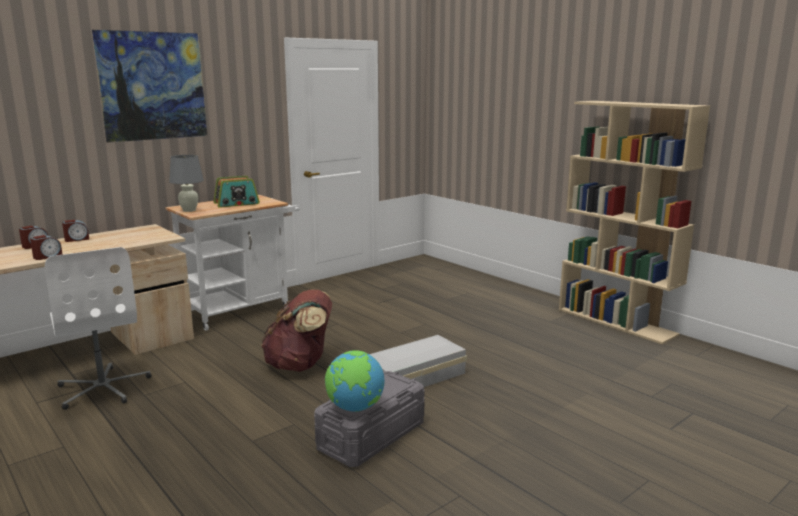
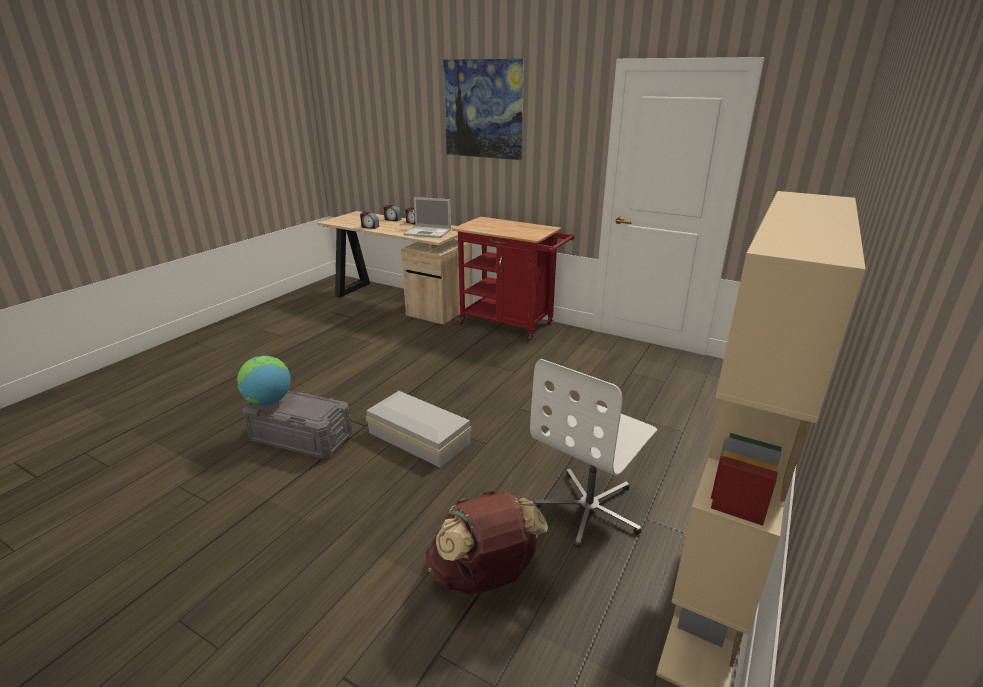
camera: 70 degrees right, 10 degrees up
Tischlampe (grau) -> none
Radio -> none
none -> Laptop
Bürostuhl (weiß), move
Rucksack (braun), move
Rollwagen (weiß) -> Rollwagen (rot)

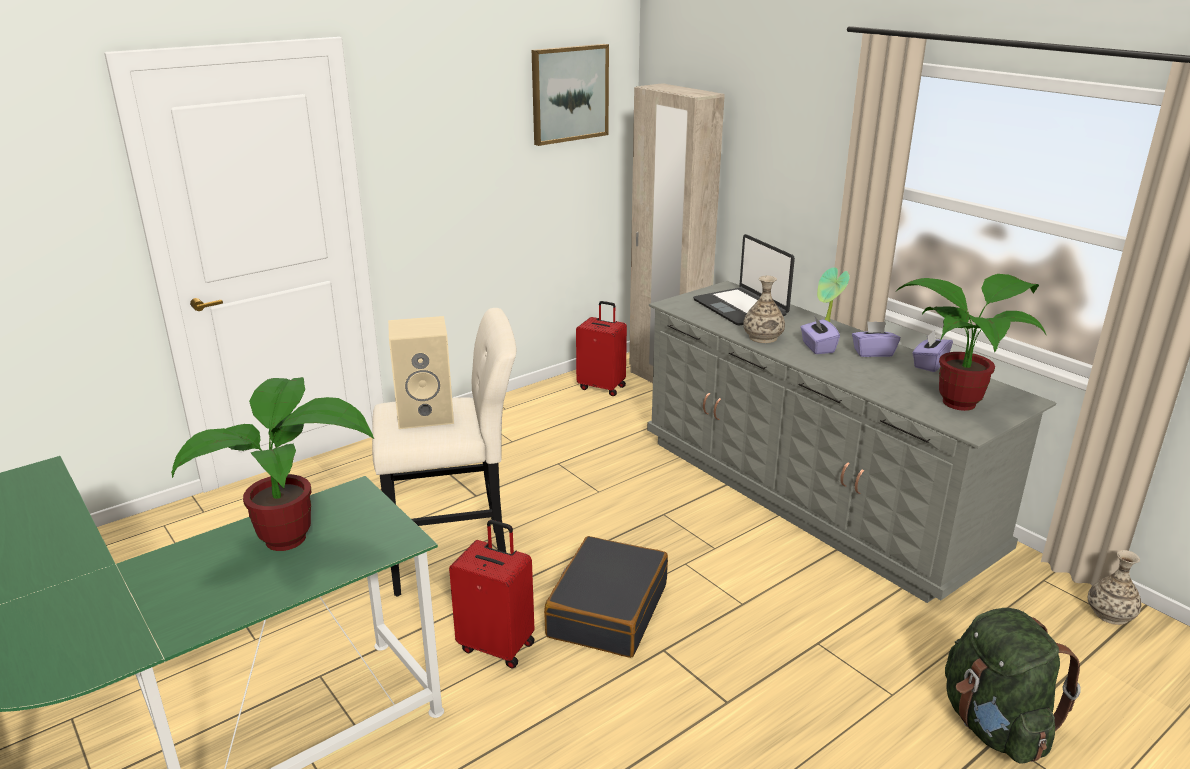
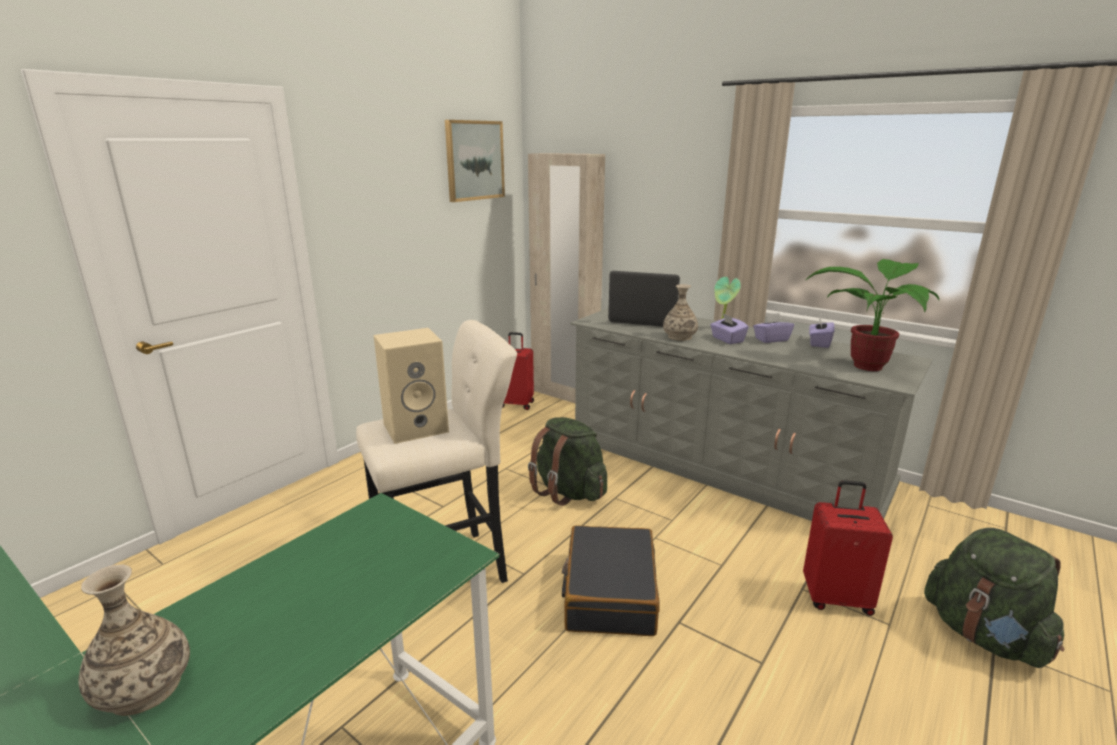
camera: 15 degrees left, 5 degrees down
Topfpflanze (1st from left) -> none
none -> Rucksack (grün) (1st from left)
Koffer (rot) (1st from left in the first image) -> Koffer (rot) (2nd from left), move
Vase (2nd from left in the first image) -> Vase (1st from left), move
Laptop, 150 degrees clockwise

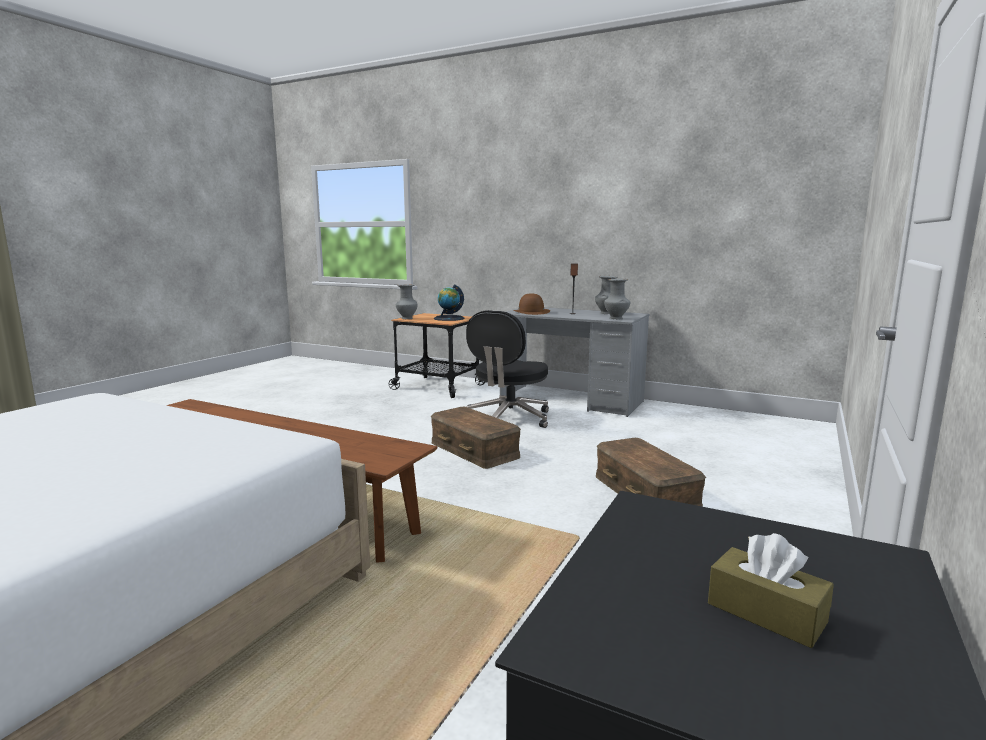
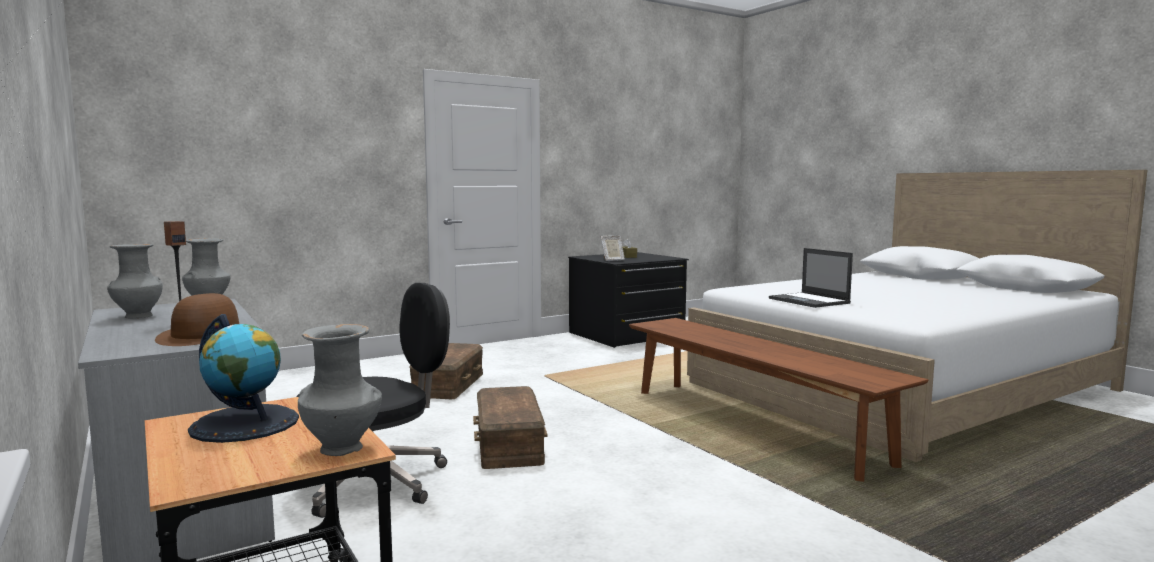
camera: 150 degrees left, 5 degrees down
none -> Bilderrahmen
none -> Laptop

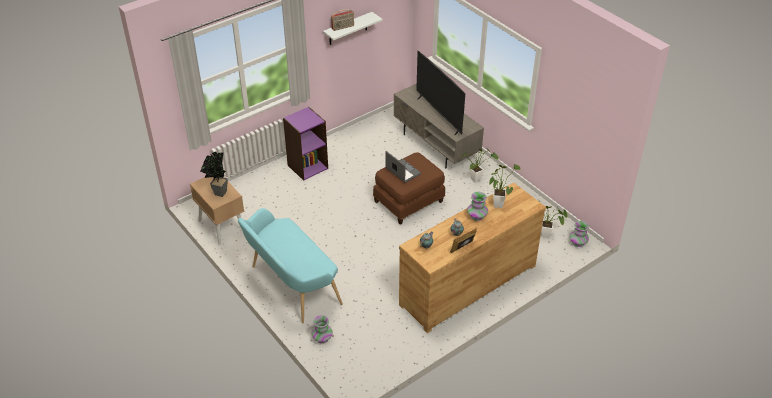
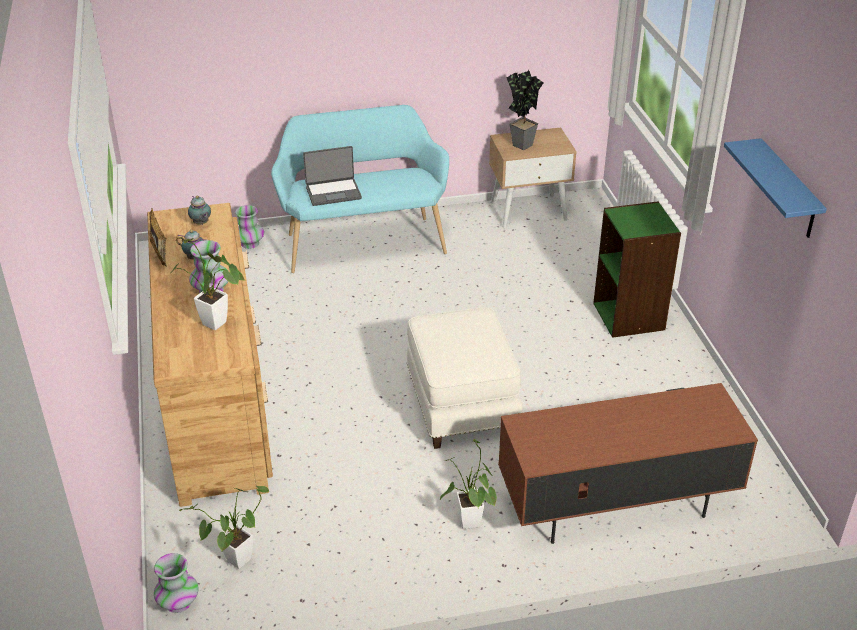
camera: 115 degrees right, 5 degrees down
Radio -> none
Fernseher -> none
Laptop, move
Bücherregal (lila) -> Bücherregal (grün)
Wandregal (weiß) -> Wandregal (blau)
Polsterhocker (braun) -> Polsterhocker (weiß)
Fernsehschrank (grau) -> Fernsehschrank (braun)

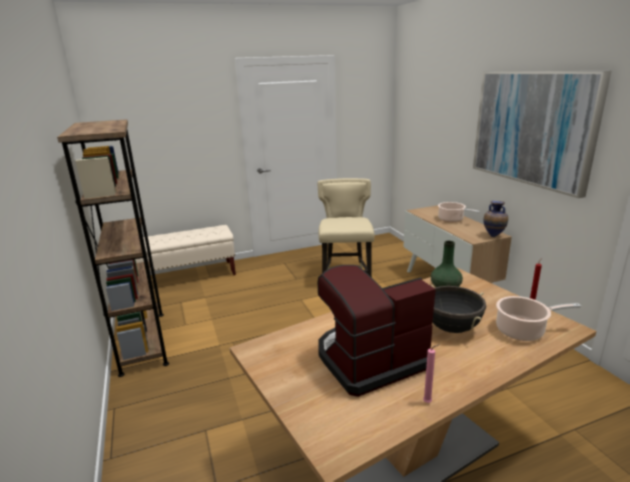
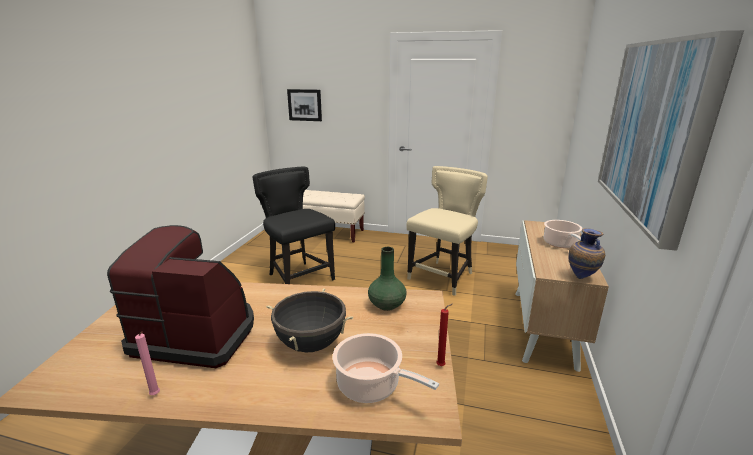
camera: 35 degrees right, 0 degrees up
Bücherregal (braun) -> none
none -> Stuhl (schwarz)
none -> Bild (1st from left)

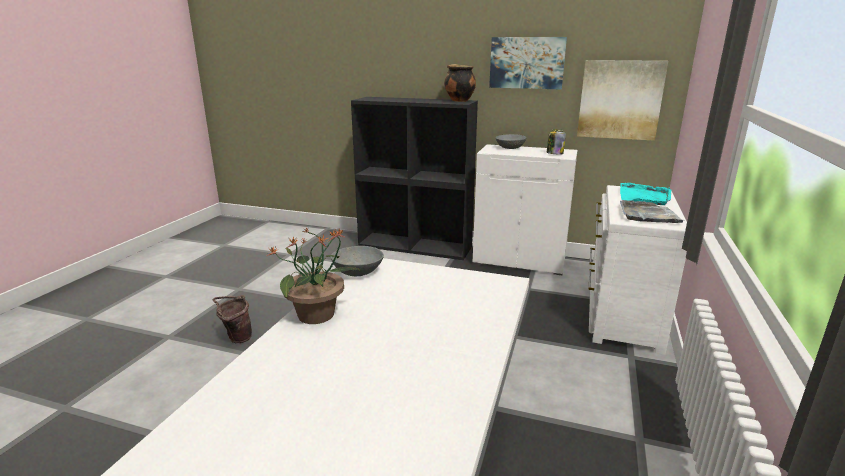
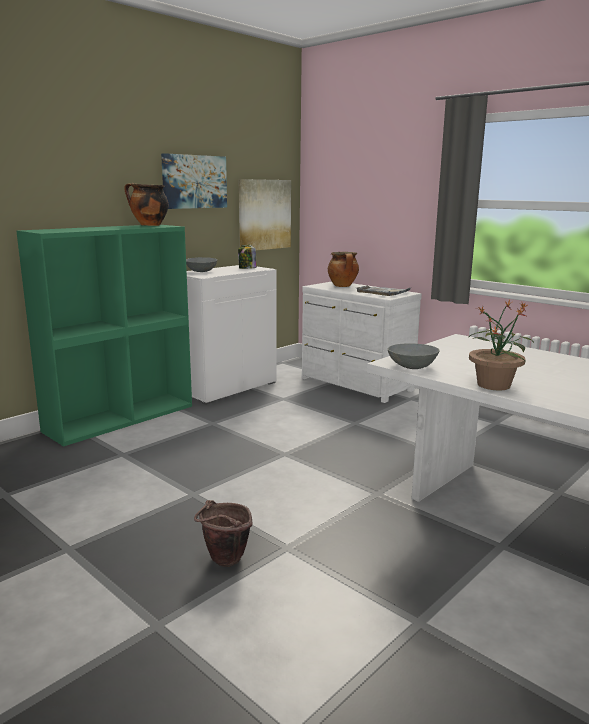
camera: 65 degrees left, 5 degrees down
Tablett (türkis) -> Kochtopf (2nd from left)
Bücherregal (schwarz) -> Bücherregal (grün)

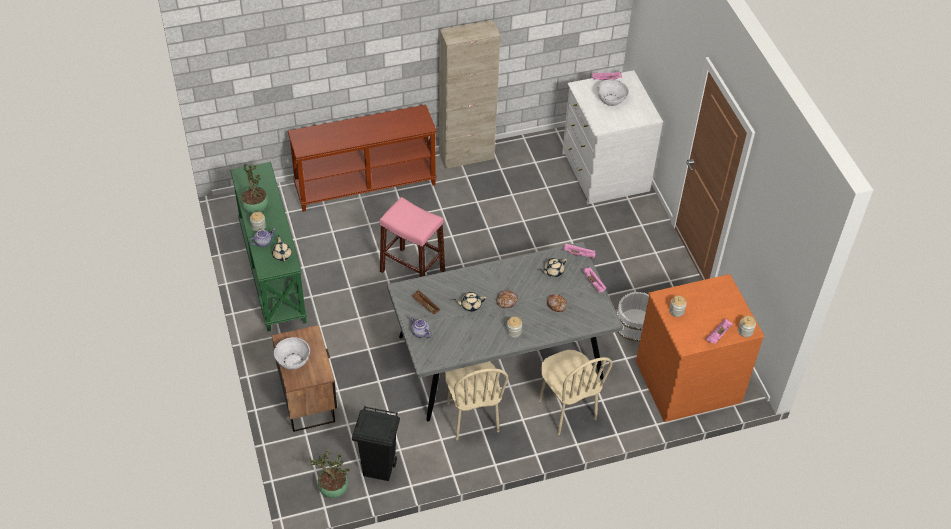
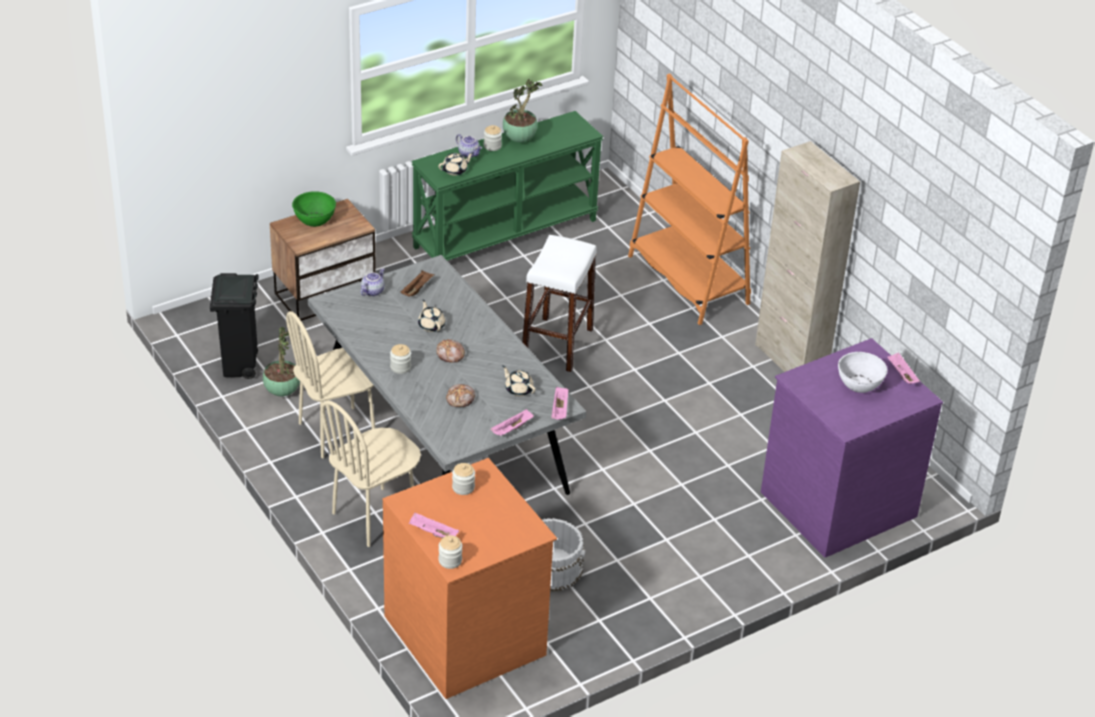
camera: 75 degrees right, 10 degrees down
Topfpflanze (2nd from left in the first image) -> Topfpflanze (1st from left), move
Konsolentisch (braun) -> Bücherregal (orange)
Schüssel (weiß) (1st from left) -> Schüssel (grün)
Hocker (rosa) -> Hocker (weiß)
Kommode (weiß) -> Kommode (lila)

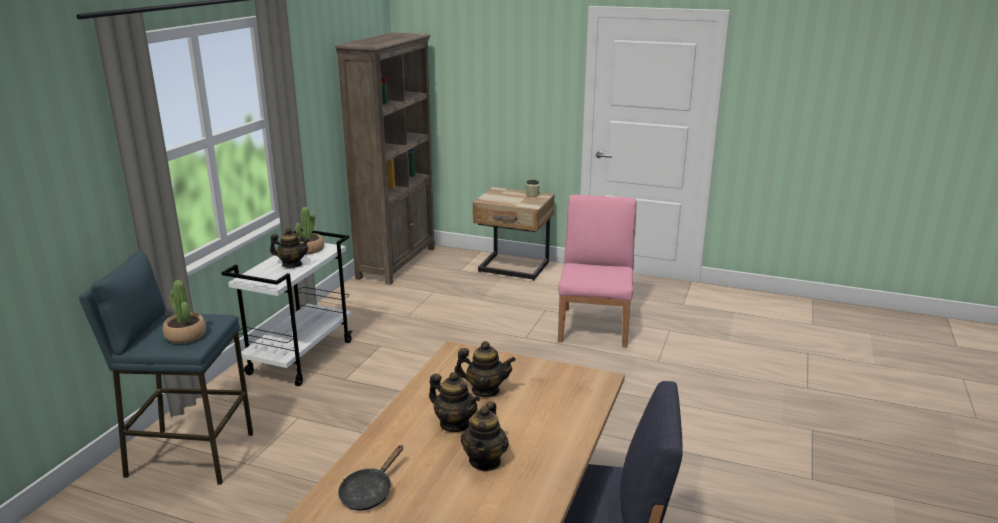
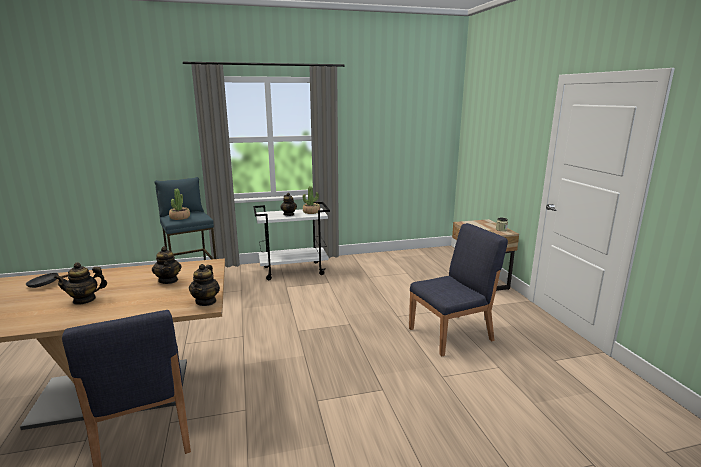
camera: 55 degrees right, 5 degrees down
Bücherregal (braun) -> none
Teekanne (2nd from left in the first image) -> Teekanne (3rd from left), move
Stuhl (rosa) -> Stuhl (blau) (2nd from left)

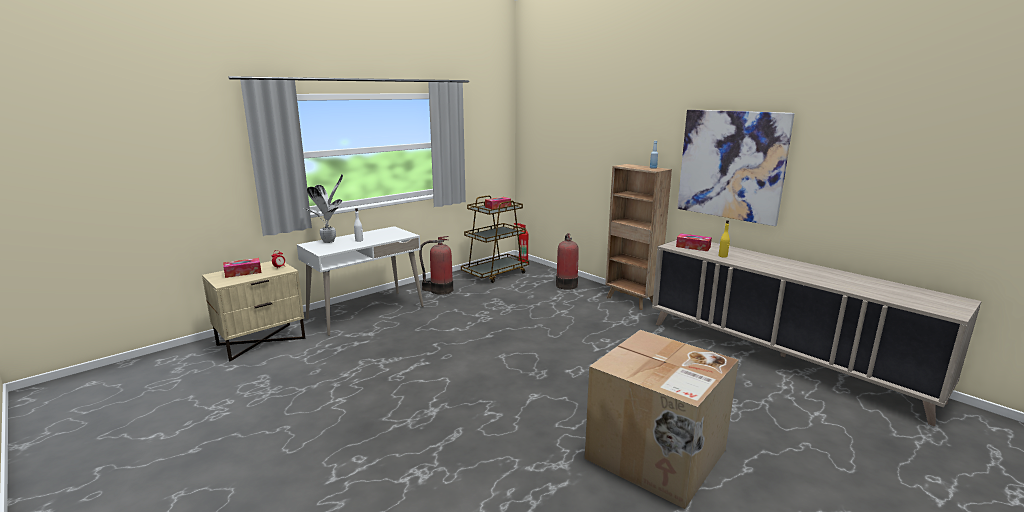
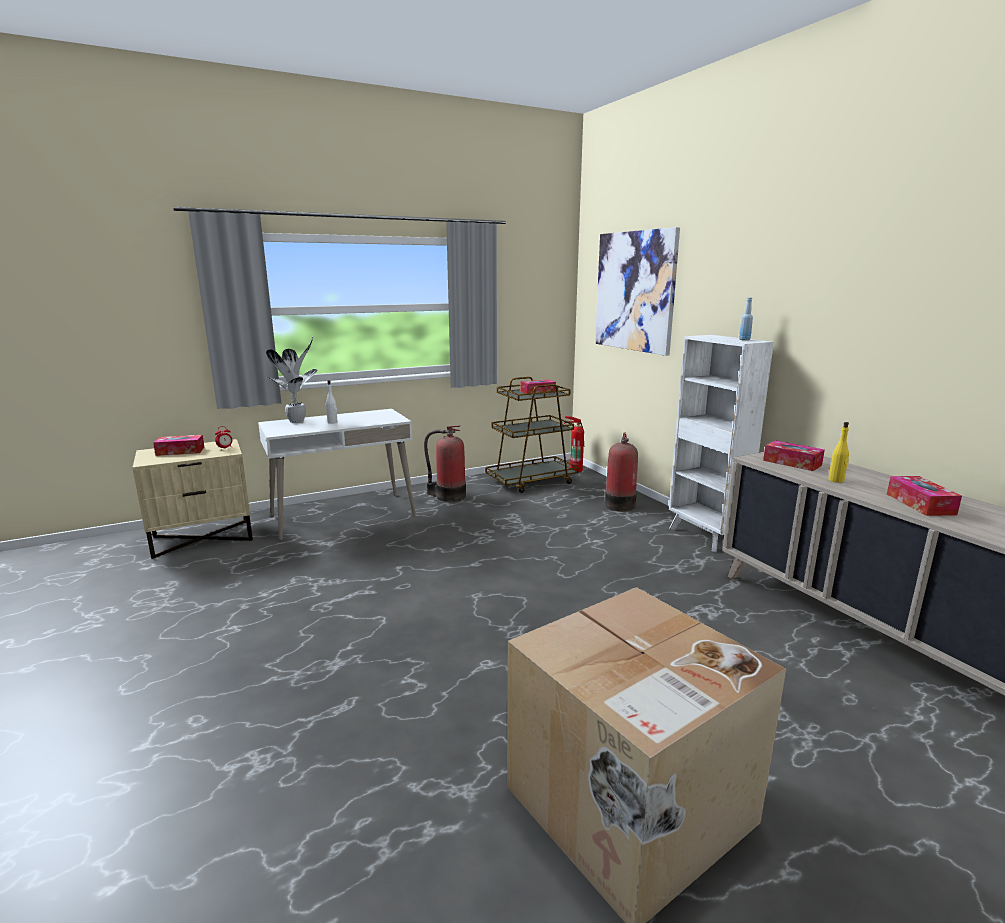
camera: 15 degrees right, 0 degrees up
none -> Taschentuchbox (4th from left)
Bild, move
Bücherregal (braun) -> Bücherregal (weiß)

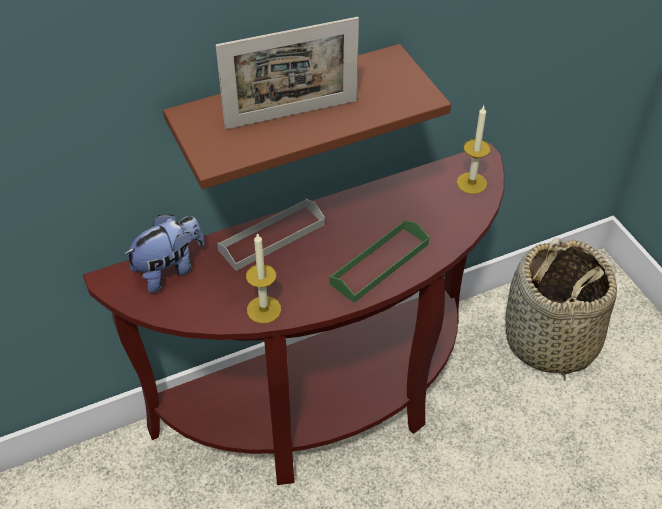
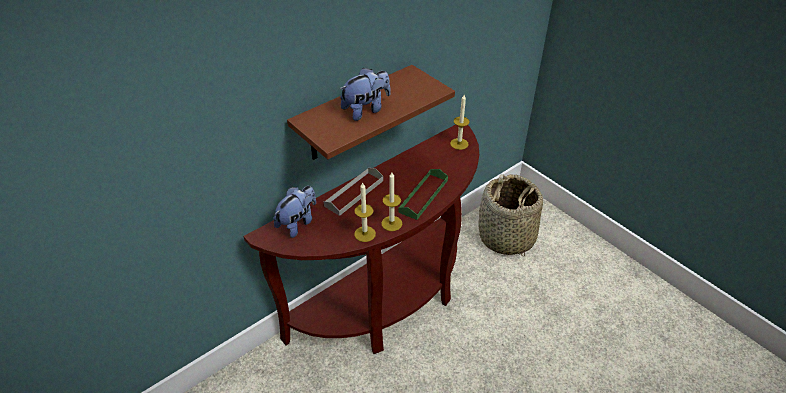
camera: 15 degrees left, 5 degrees down
none -> Kerze (2nd from left)
Bilderrahmen -> Plüschtier (2nd from left)

